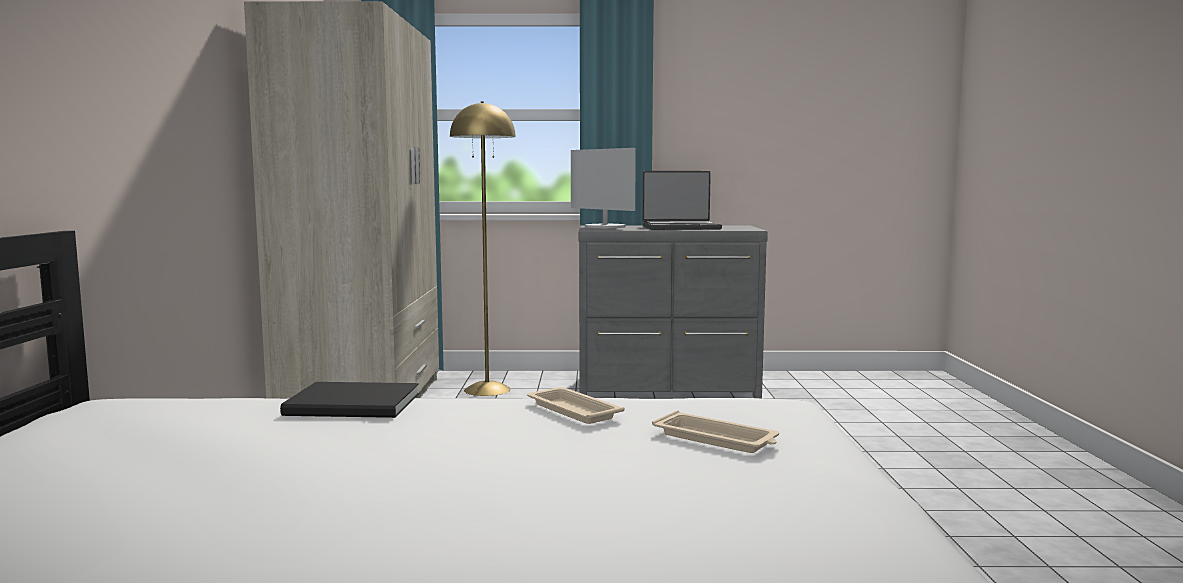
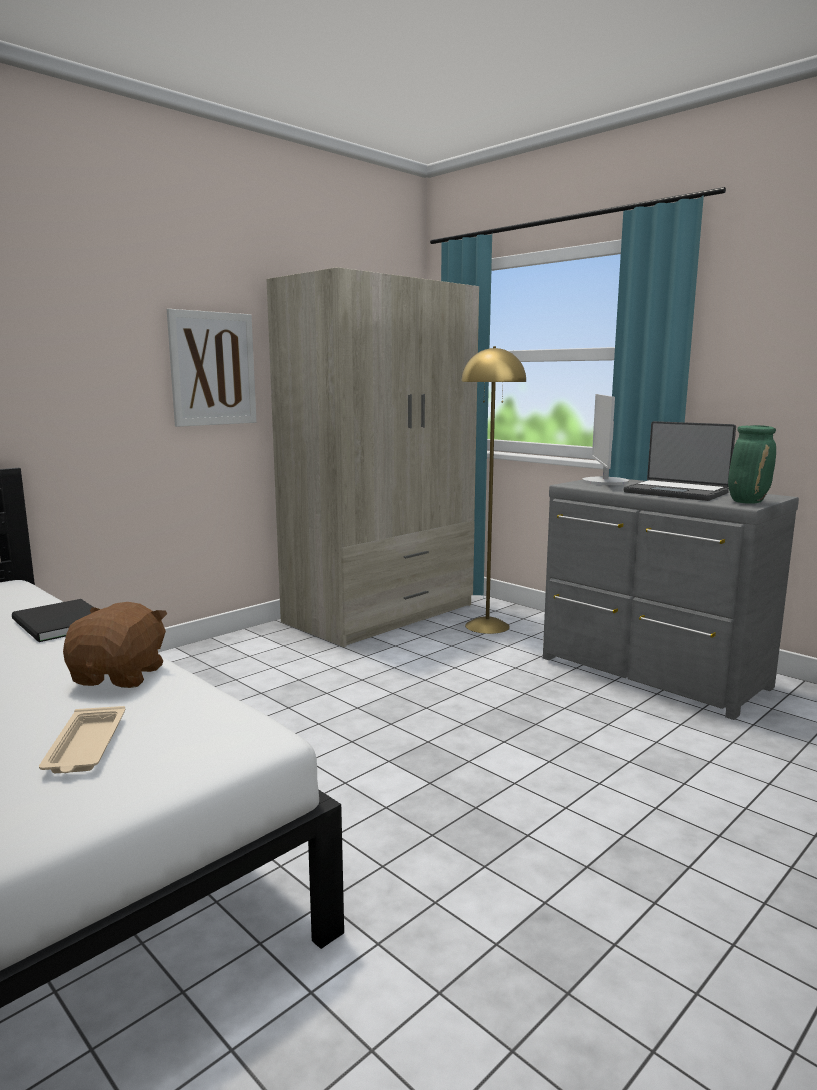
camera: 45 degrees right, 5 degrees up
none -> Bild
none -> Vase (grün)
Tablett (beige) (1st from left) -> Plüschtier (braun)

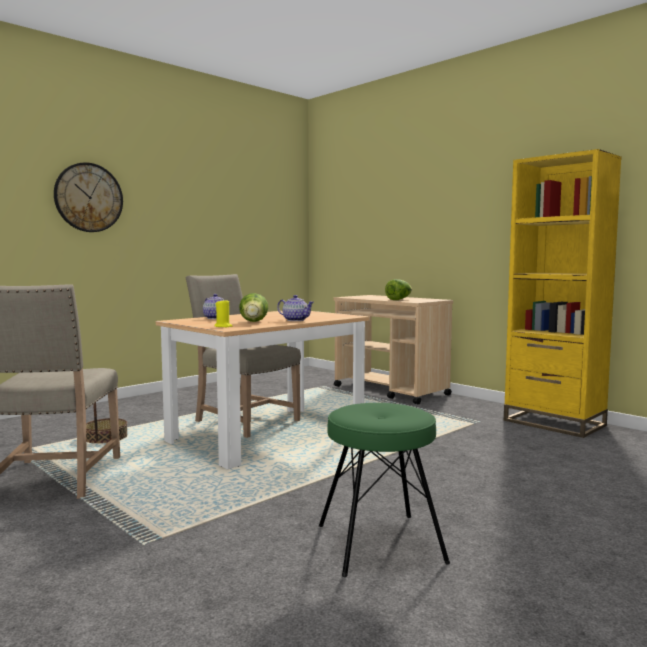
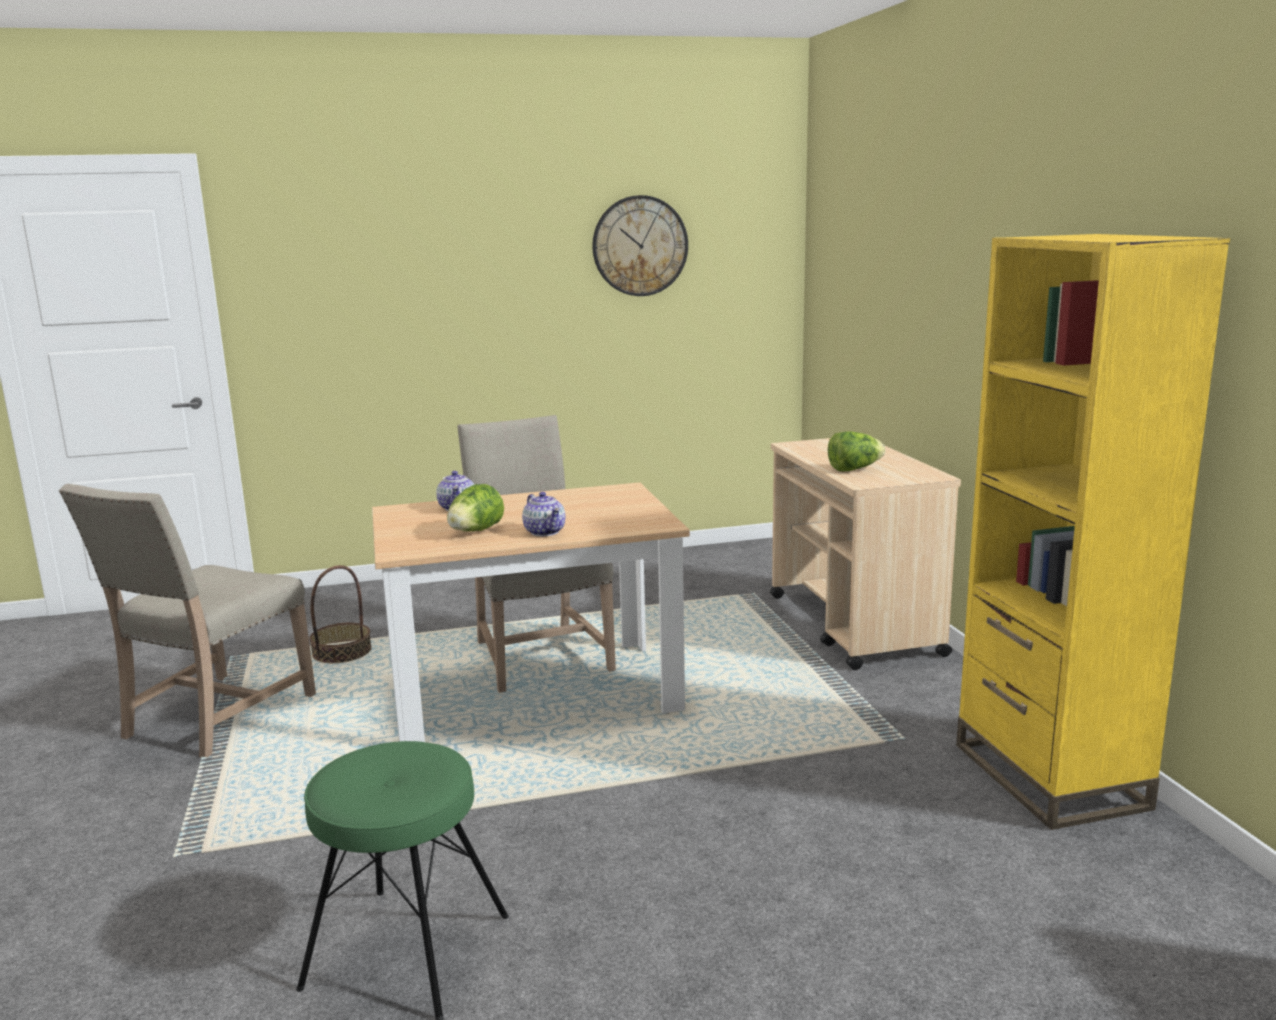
camera: 30 degrees right, 10 degrees up
Kerze (gelb) -> none
Wanduhr, move

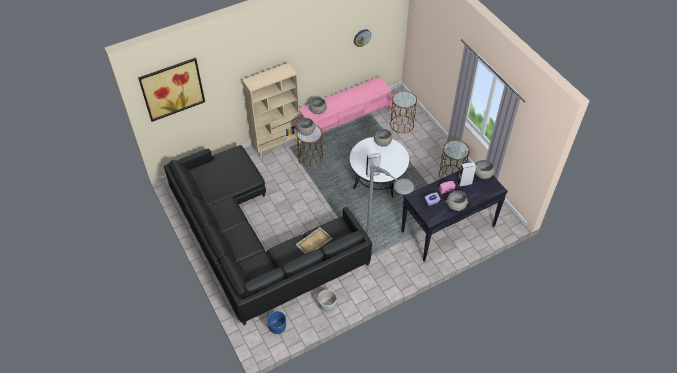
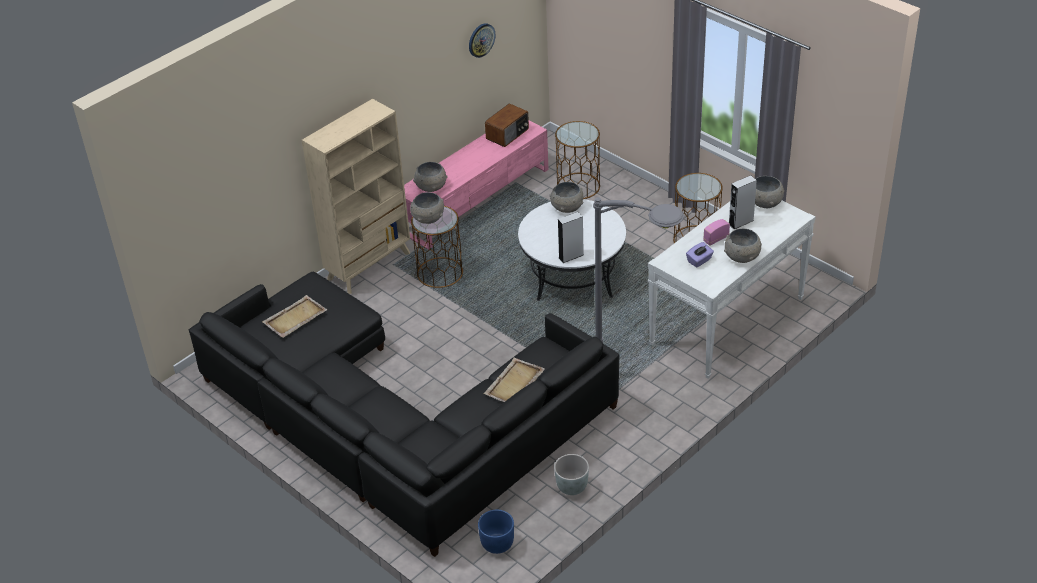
camera: 15 degrees left, 10 degrees down
Bild -> none
none -> Tablett (beige) (1st from left)
none -> Radio (1st from left)
Konsolentisch (schwarz) -> Konsolentisch (weiß)

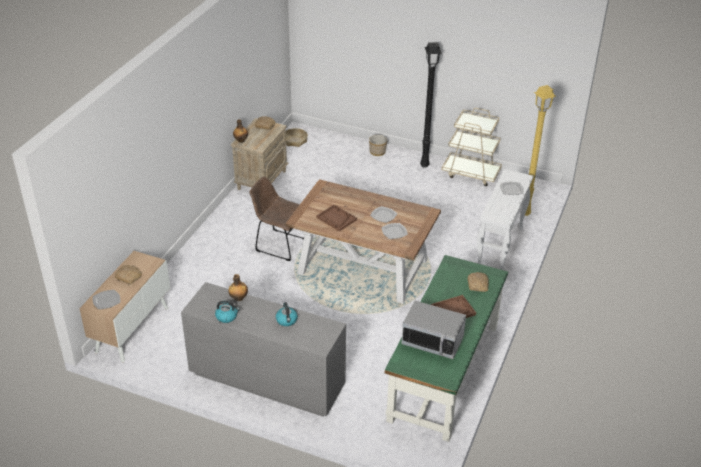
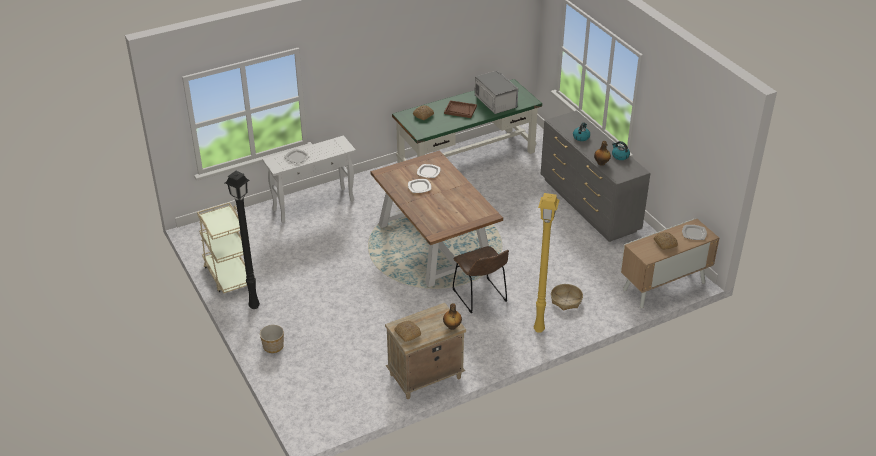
camera: 140 degrees left, 0 degrees up
Tablett (braun) (1st from left) -> none
Korb, move
Stehlampe (gelb), move

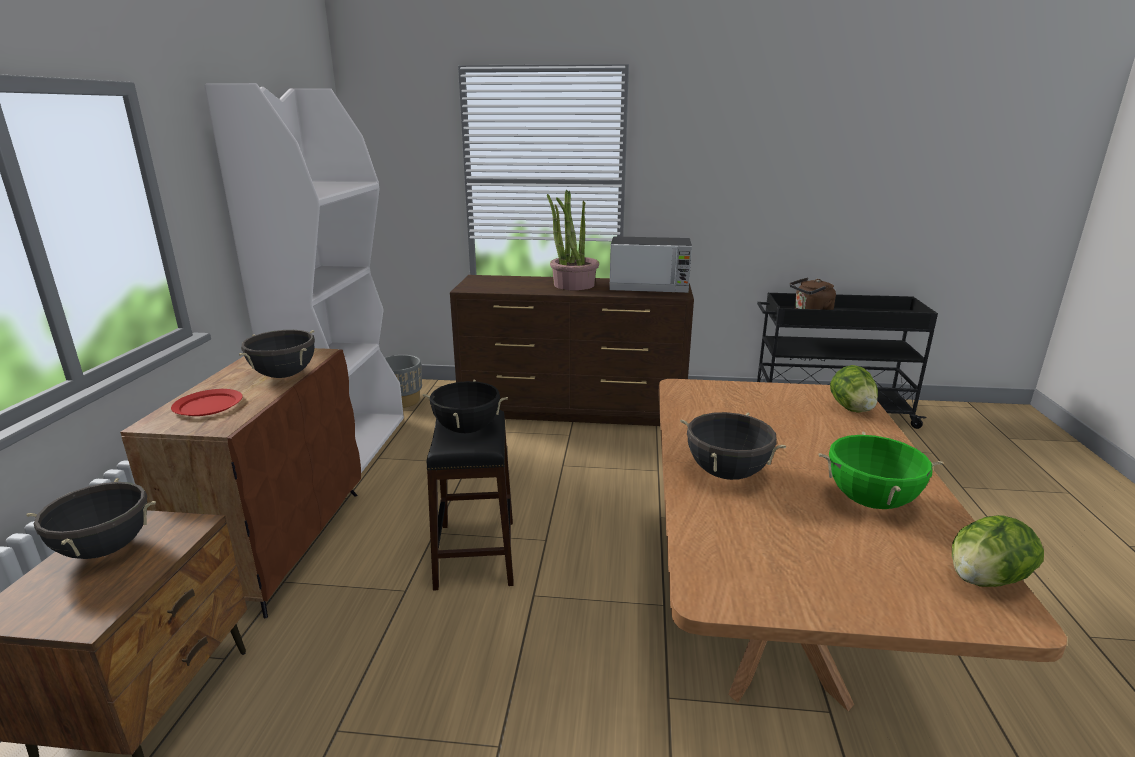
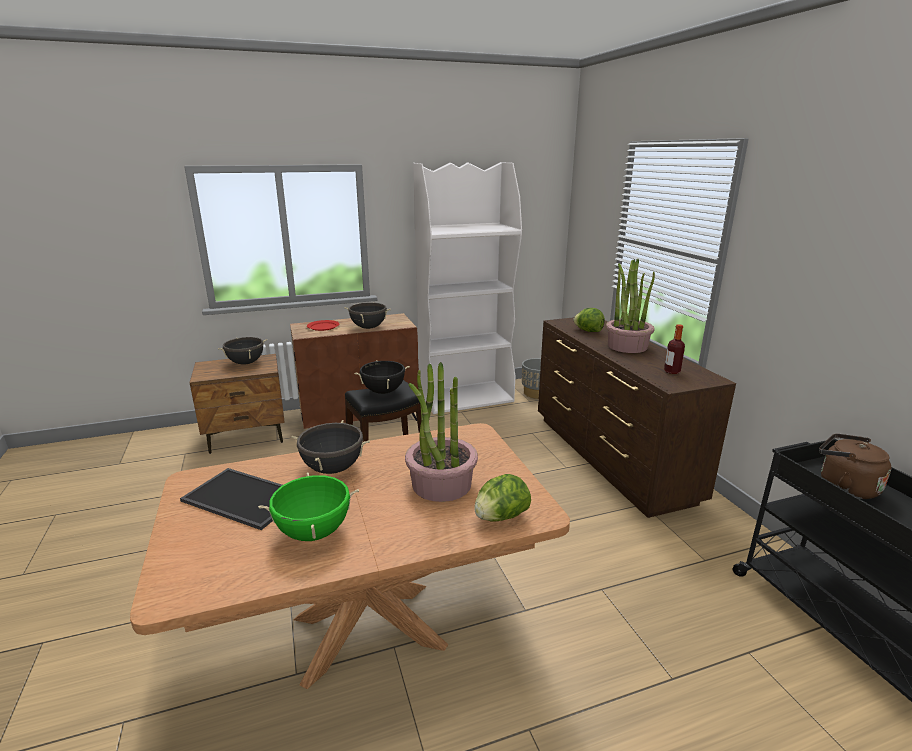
camera: 65 degrees right, 0 degrees up
none -> Tablett
none -> Topfpflanze (1st from left)
Salatkopf (2nd from left), move
Mikrowelle -> Flasche

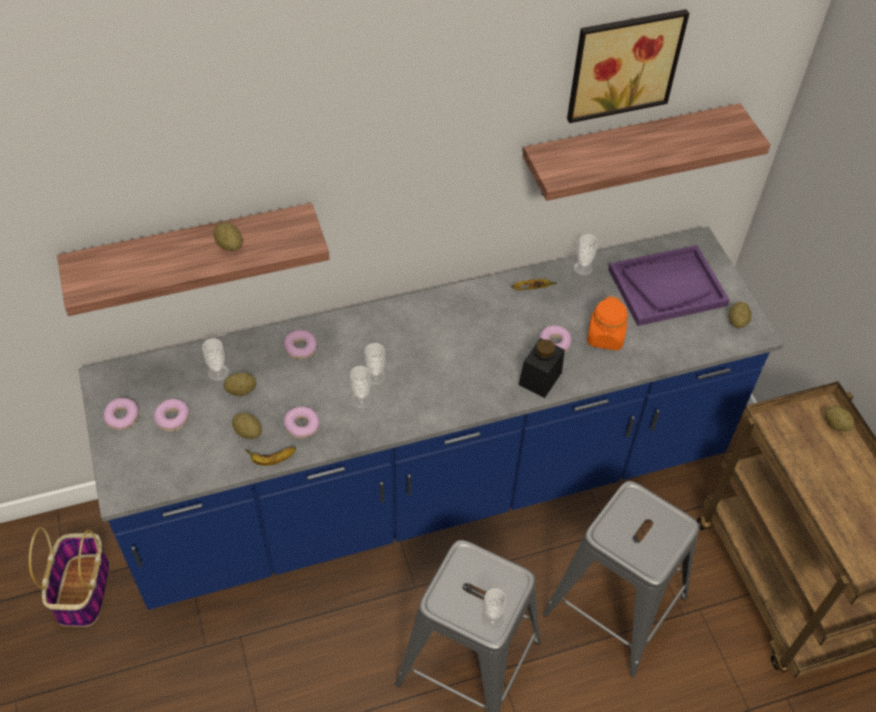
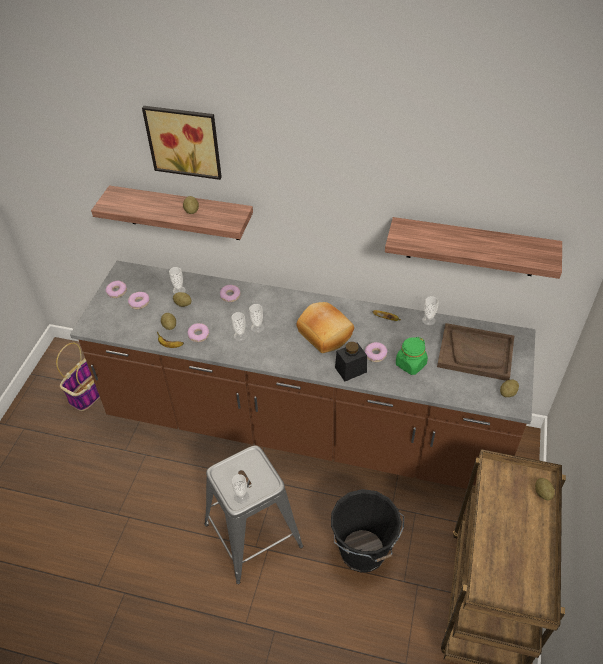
camera: 35 degrees right, 5 degrees down
none -> Brot
Bild, move
Hocker (grau) (2nd from left) -> Eimer (schwarz)
Küchenzeile (blau) -> Küchenzeile (braun)
Vorratsglas (orange) -> Vorratsglas (grün)
Tablett (lila) -> Tablett (braun)

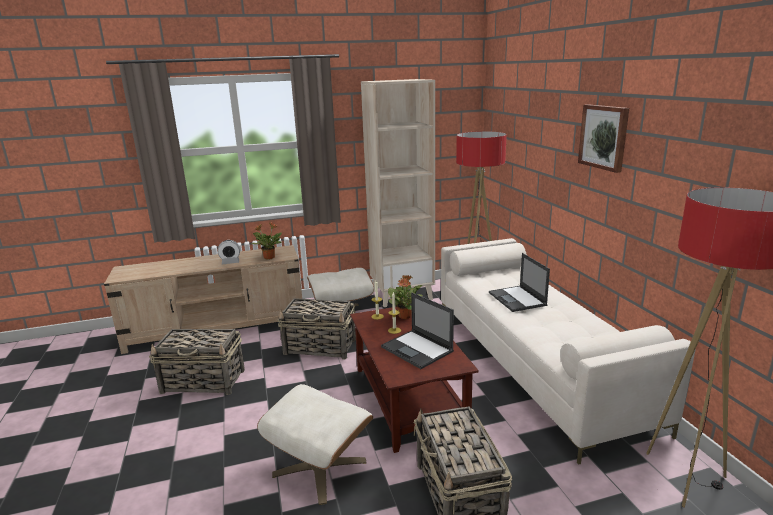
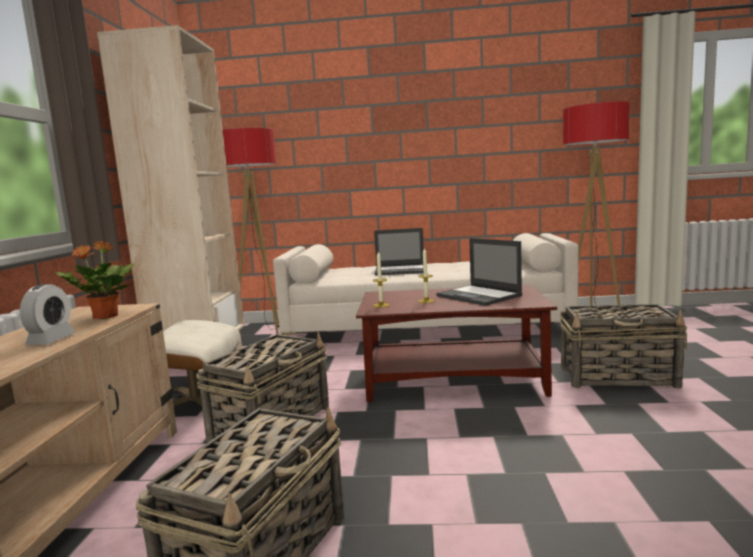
camera: 70 degrees left, 10 degrees down
Polsterhocker (beige) (1st from left) -> none
Topfpflanze (2nd from left) -> none
Bild -> none
Laptop (1st from left in the first image) -> Laptop (2nd from left), 75 degrees clockwise

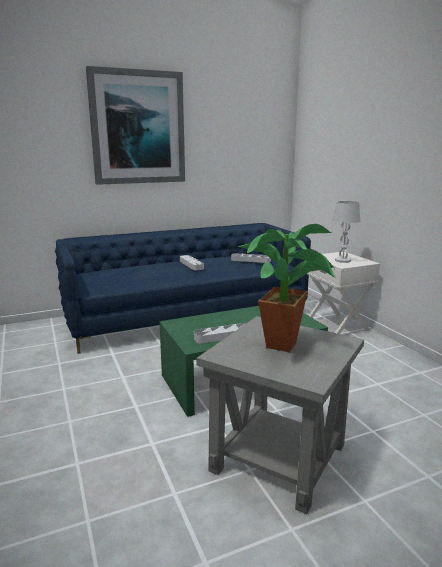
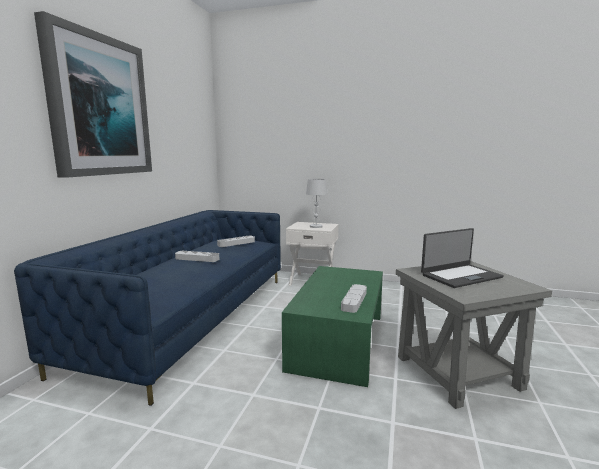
camera: 50 degrees left, 5 degrees down
Topfpflanze -> Laptop

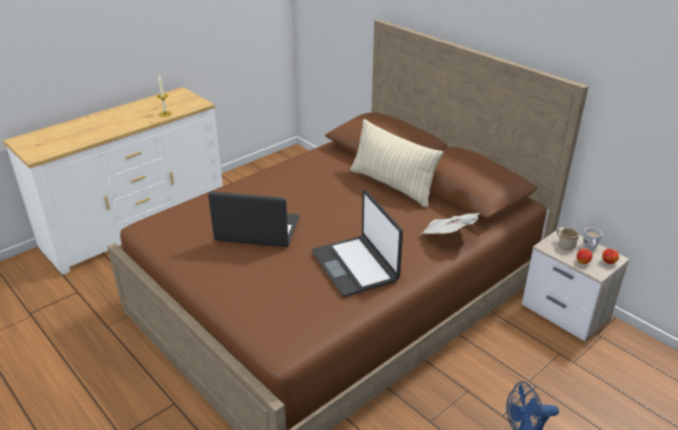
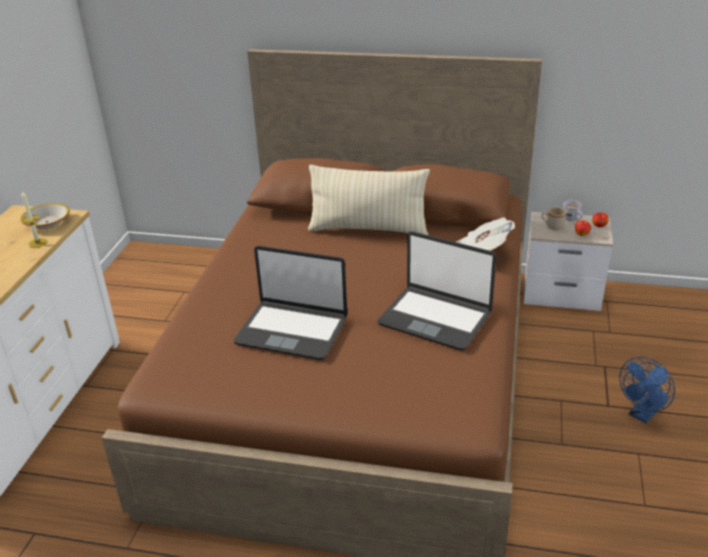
camera: 35 degrees left, 0 degrees up
none -> Schüssel
Laptop (1st from left), 135 degrees counterclockwise

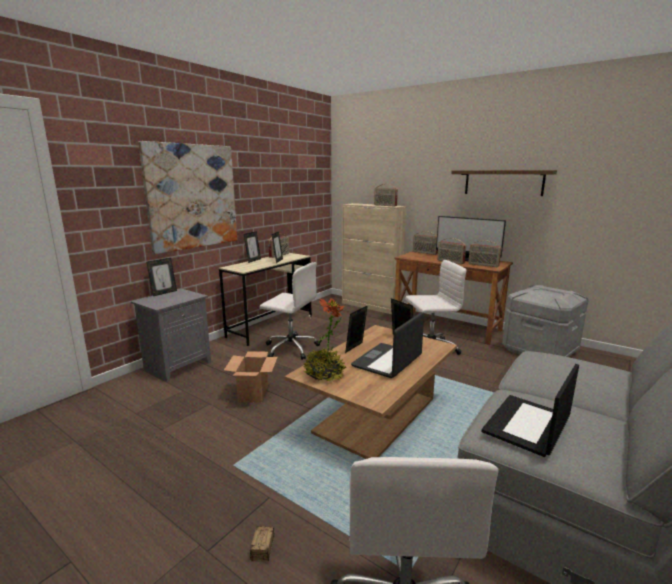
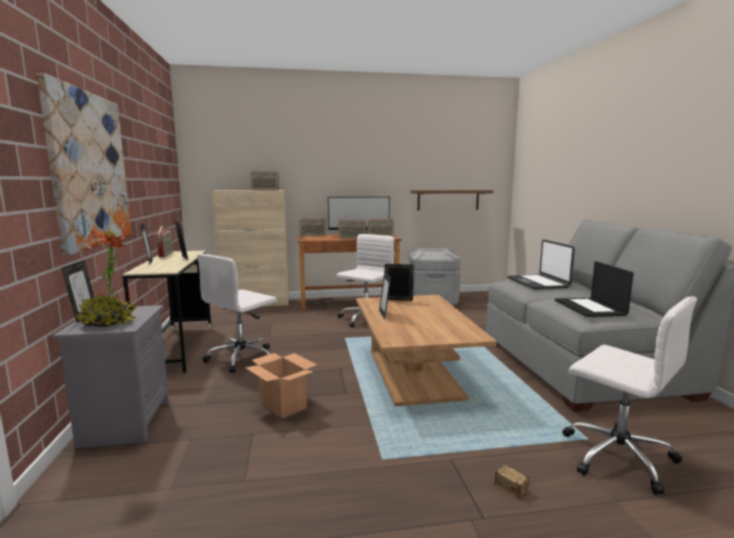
camera: 45 degrees left, 5 degrees down
Topfpflanze, move
Laptop (1st from left), move
Wandregal (braun), move
Bürostuhl (weiß) (1st from left), 150 degrees clockwise

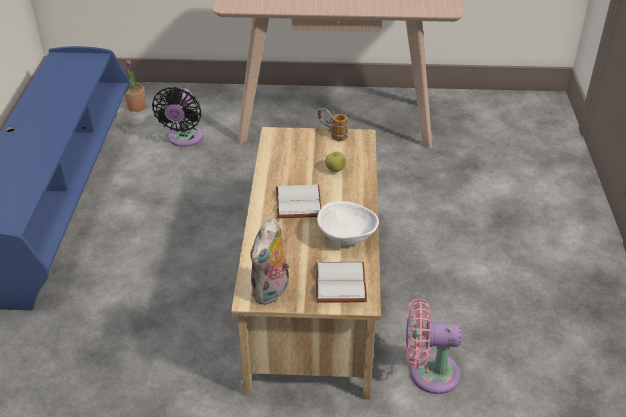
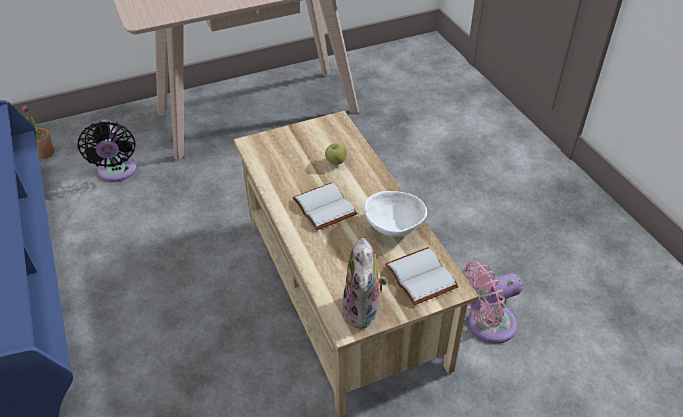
camera: 25 degrees left, 5 degrees up
Henkelbecher -> none

